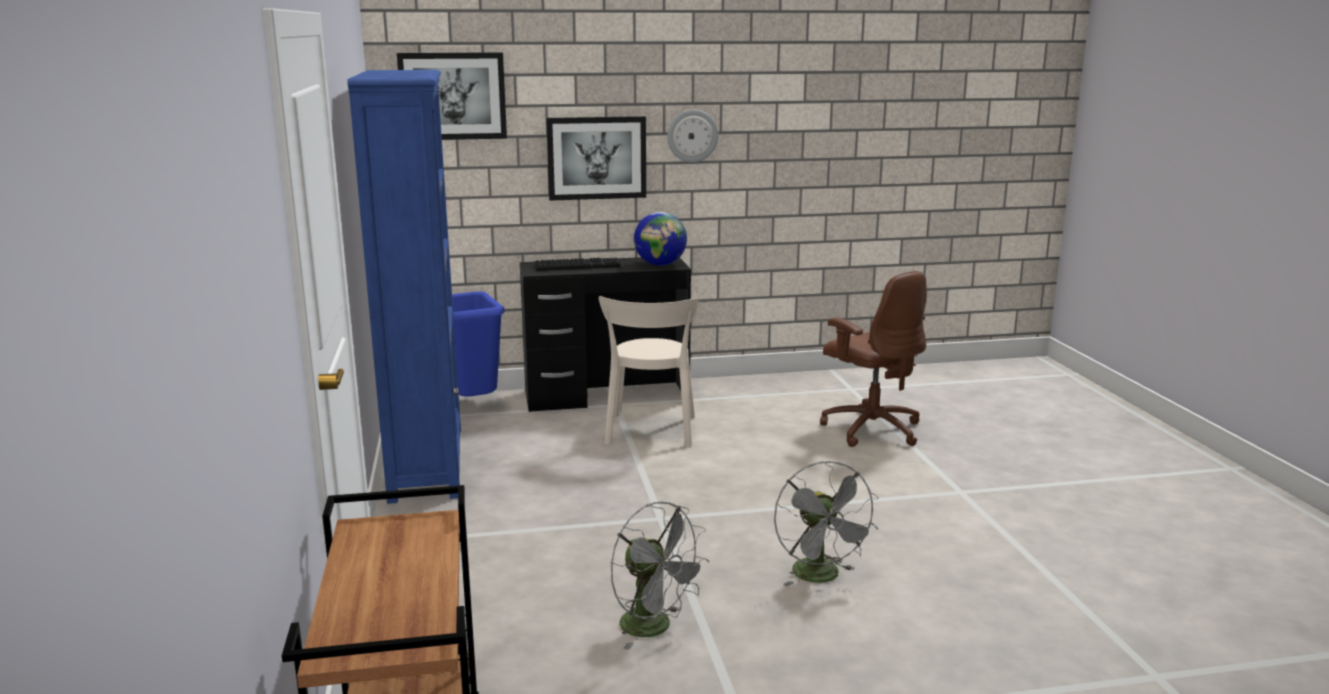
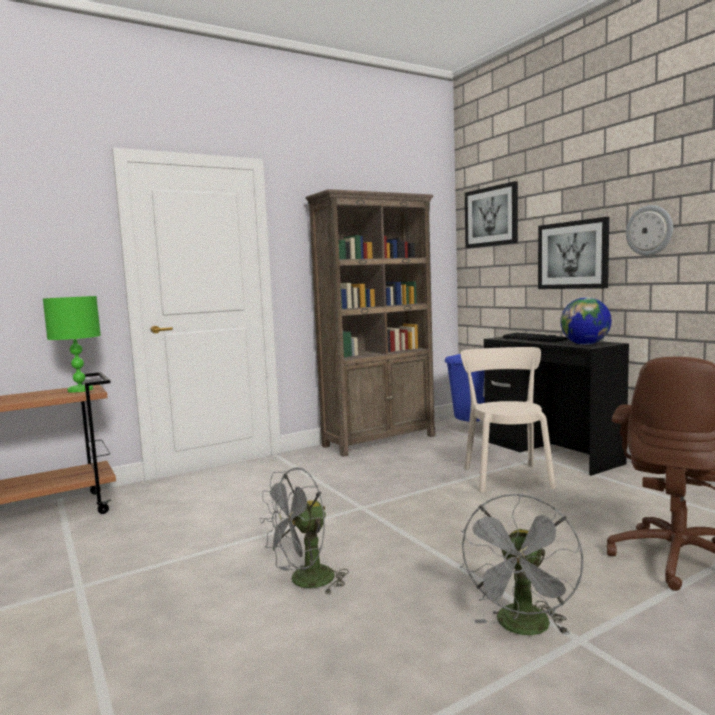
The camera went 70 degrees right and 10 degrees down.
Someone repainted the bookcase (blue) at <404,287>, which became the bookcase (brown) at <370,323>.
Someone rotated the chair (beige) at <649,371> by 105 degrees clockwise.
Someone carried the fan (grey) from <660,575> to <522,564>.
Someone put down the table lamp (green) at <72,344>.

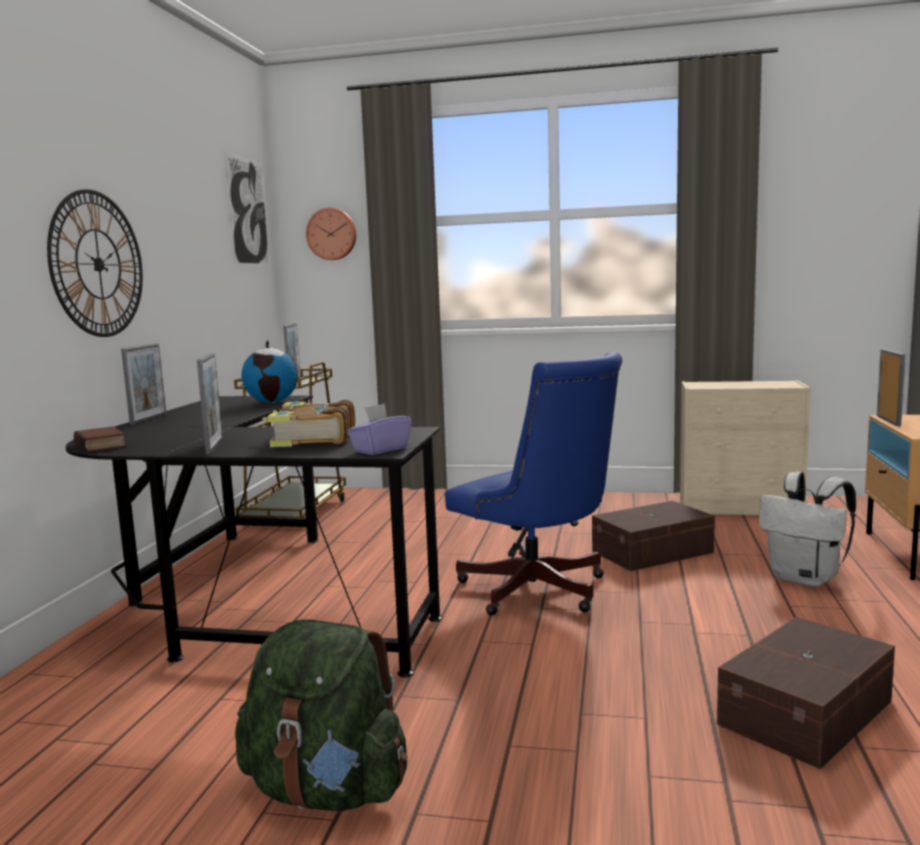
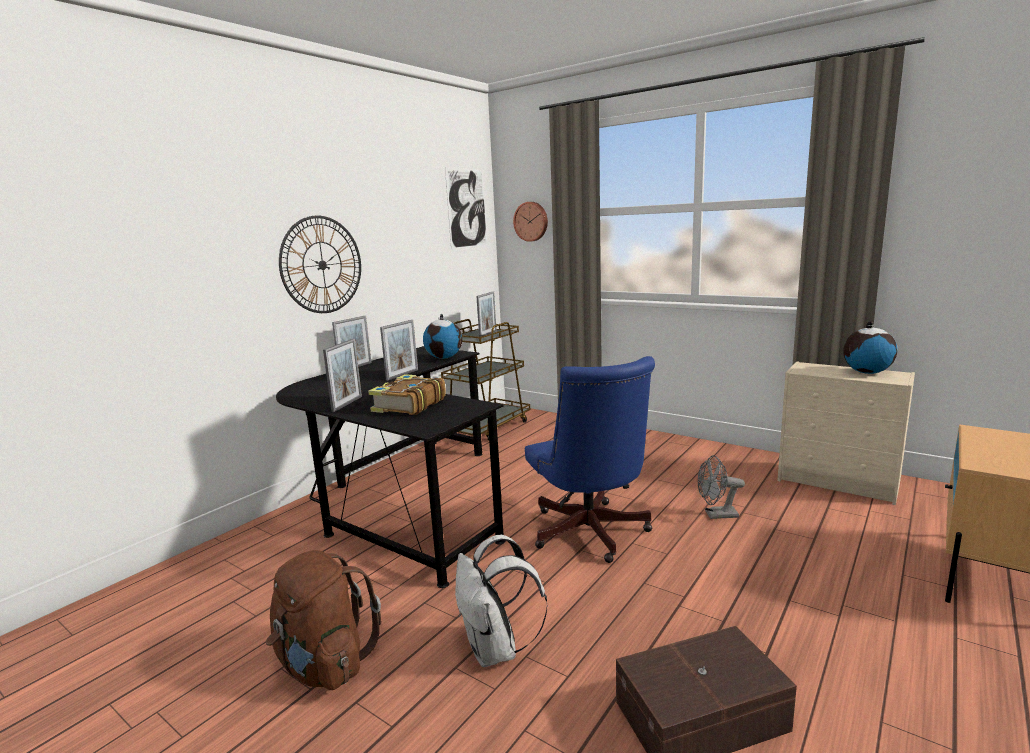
The camera went 25 degrees right and 5 degrees up.
Someone took away the book at <100,439>.
Someone repainted the backpack (green) at <321,715>, which became the backpack (brown) at <323,620>.
Someone took away the tissue box (purple) at <379,429>.
Someone swapped the storage box (brown) at <653,536> for the fan (grey) at <721,487>.
Someone carried the backpack (white) from <807,529> to <501,601>.
Someone carried the picture frame from <891,387> to <399,350>.
Someone put down the globe at <870,347>.

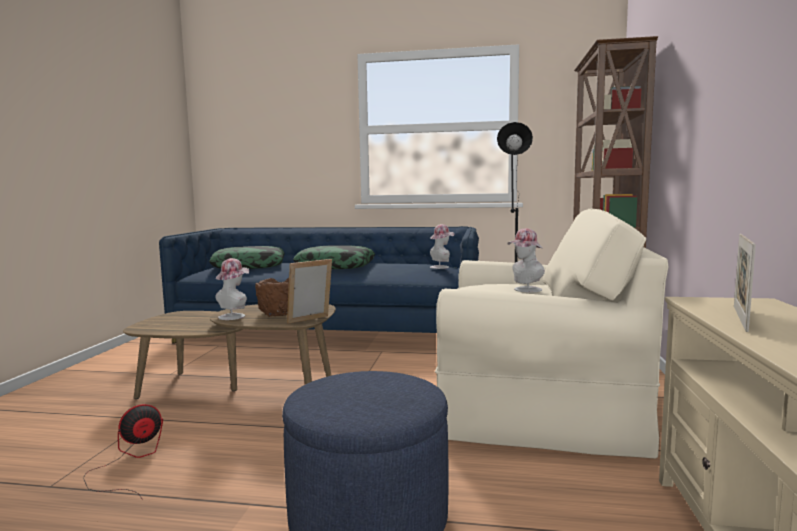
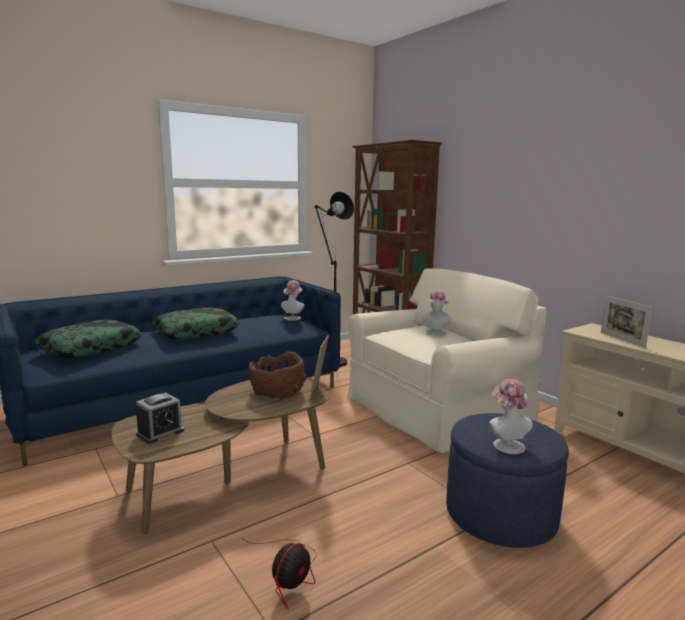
The camera went 45 degrees left and 5 degrees up.
Someone rotated the fan at <123,452> by 150 degrees counterclockwise.
Someone carried the hat from <232,289> to <511,416>.
Someone put down the alarm clock at <160,418>.

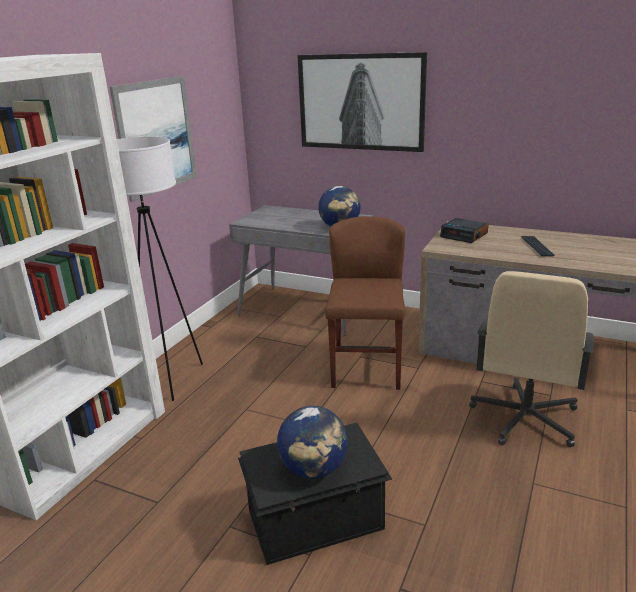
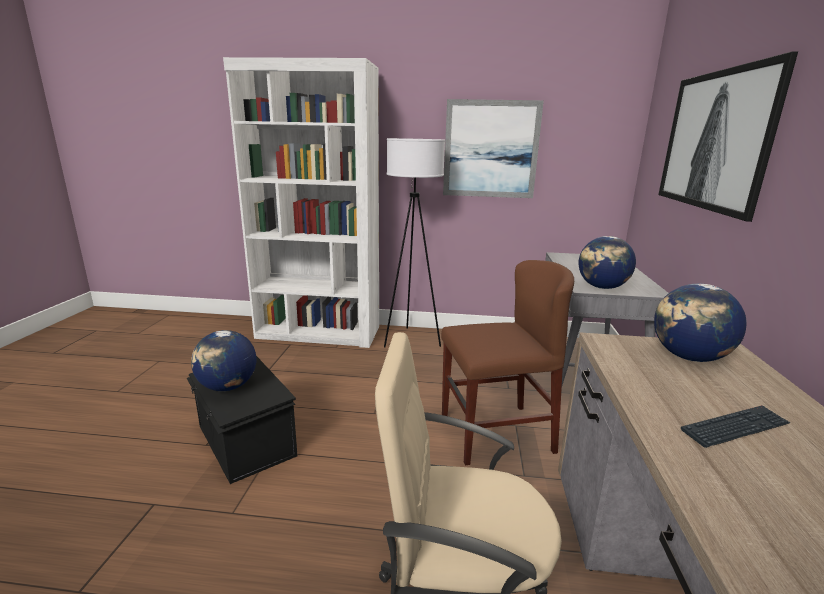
The camera went 70 degrees right and 5 degrees down.
Someone swapped the alarm clock at <464,230> for the globe at <700,323>.

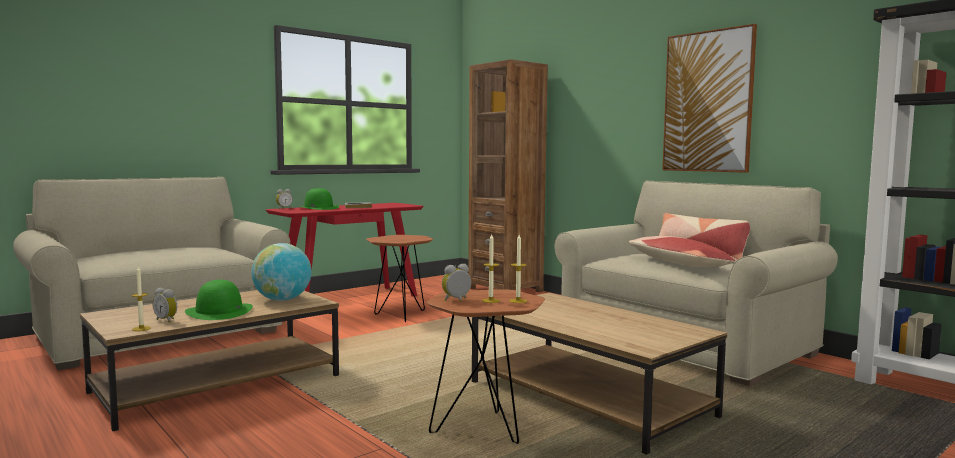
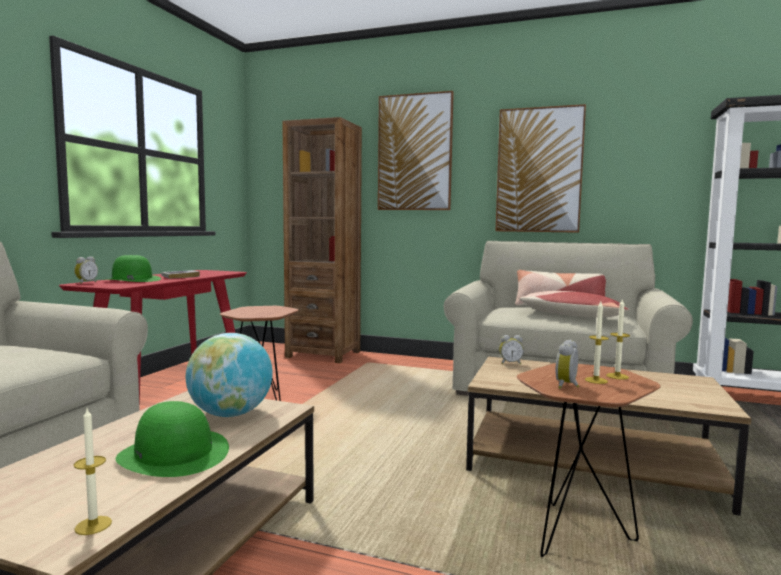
The camera went 30 degrees left and 0 degrees up.
Someone carried the alarm clock from <164,305> to <511,350>.
Someone put up the picture at <416,150>.

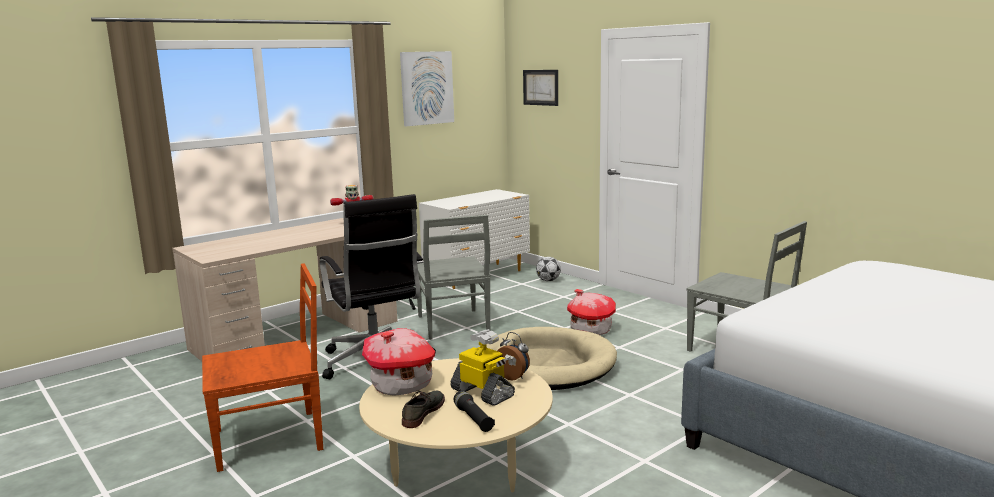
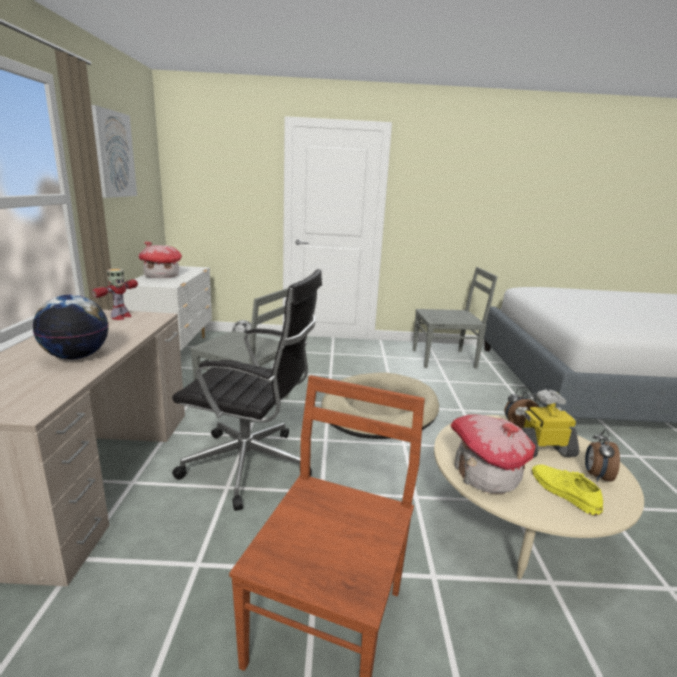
The camera went 50 degrees left and 5 degrees up.
Someone repainted the shoe (grey) at <423,409>, which became the shoe (yellow) at <567,490>.
Someone swapped the flashlight (black) at <474,411> for the alarm clock at <602,455>.
Someone took away the picture at <540,88>.
Someone carried the toy house from <591,312> to <160,259>.
Someone put down the globe at <71,327>.

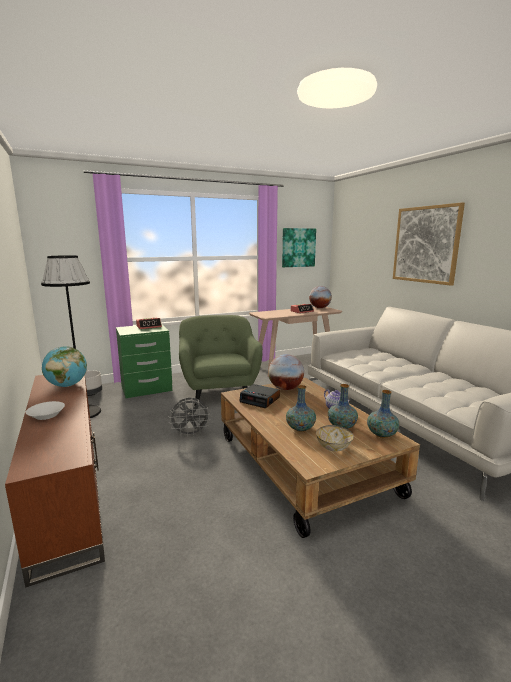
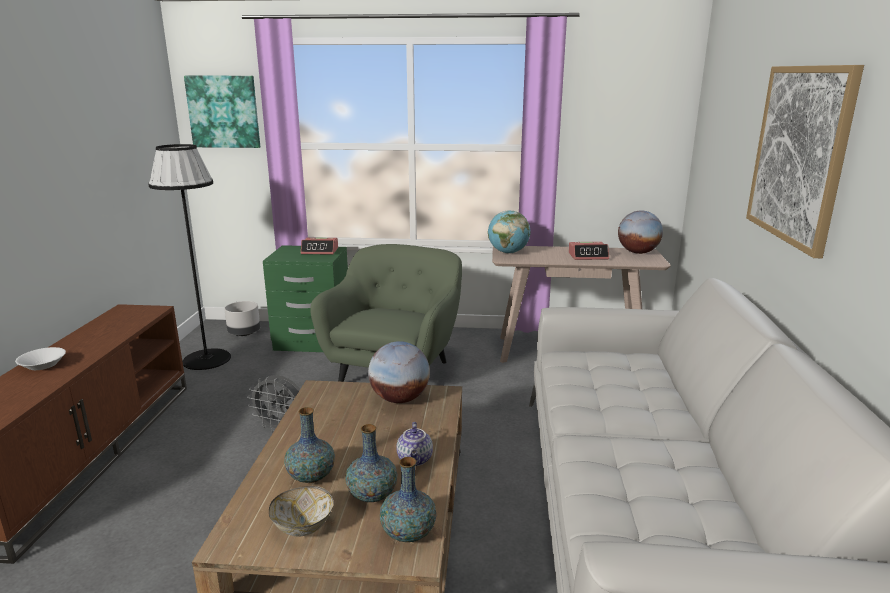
The camera went 30 degrees right and 5 degrees up.
Someone carried the globe from <64,366> to <509,232>.
Someone took away the alarm clock at <259,396>.
Someone carried the picture from <299,247> to <222,112>.

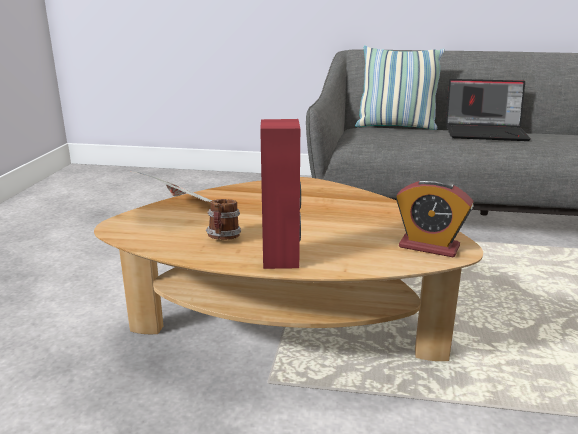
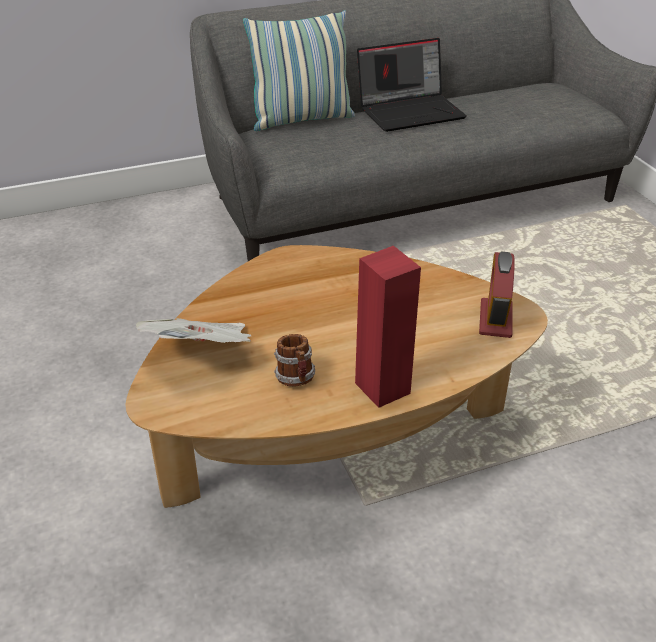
The camera went 30 degrees left and 15 degrees up.
Someone rotated the alarm clock at <435,217> by 105 degrees clockwise.

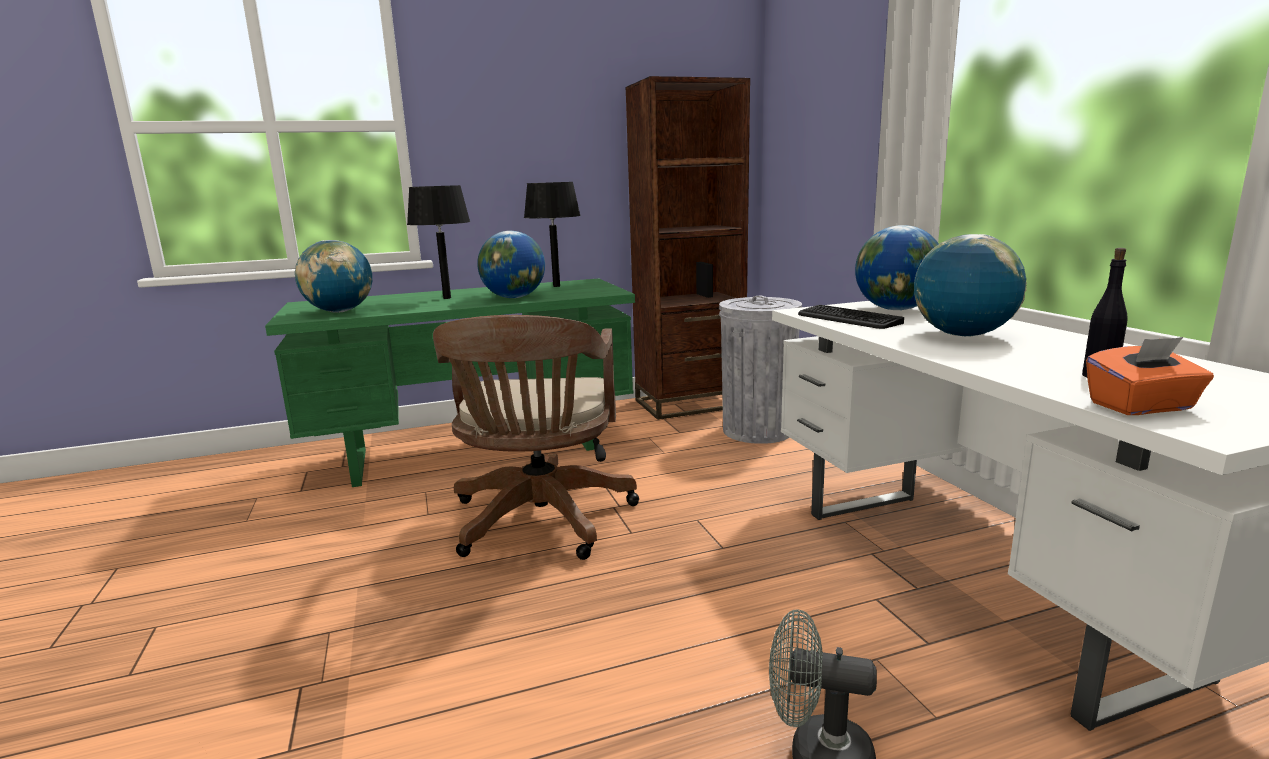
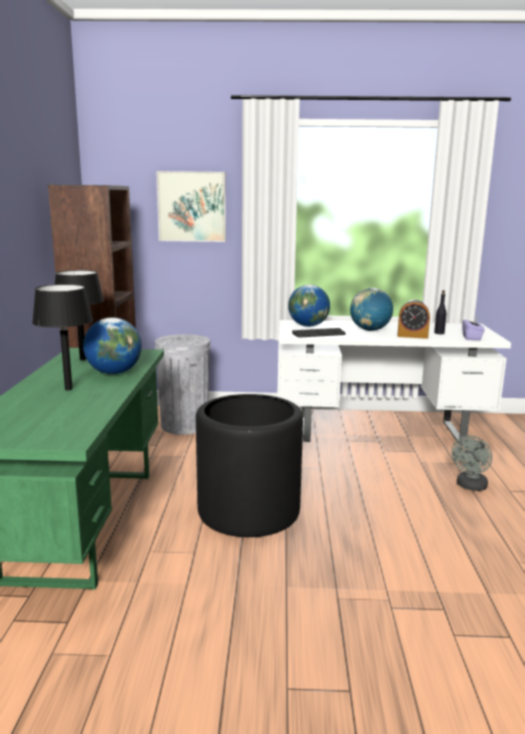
The camera went 70 degrees left and 0 degrees up.
Someone took away the globe at <333,276>.
Someone swapped the office chair (brown) at <536,437> for the planter (black) at <249,465>.
Someone repainted the tissue box (orange) at <1150,376>, which became the tissue box (purple) at <473,328>.
Someone put up the picture at <191,206>.
Someone put down the alarm clock at <414,319>.

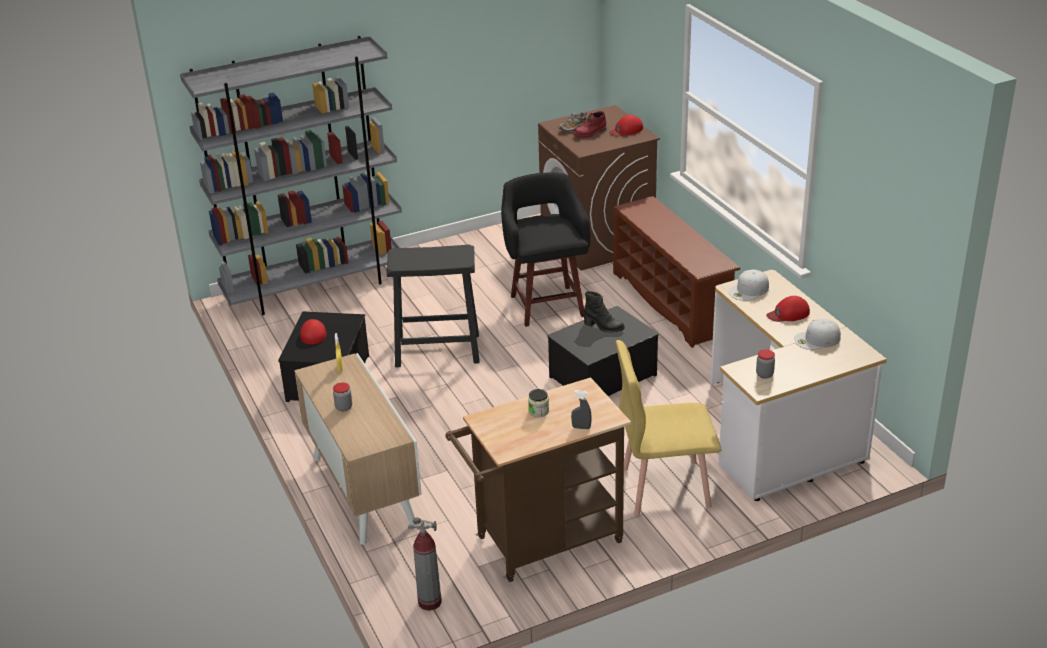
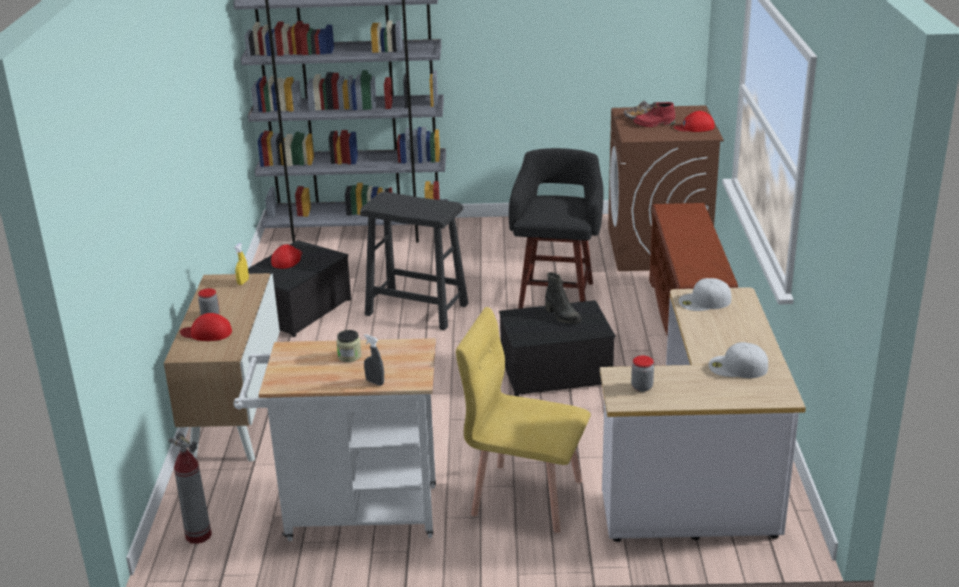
The camera went 25 degrees right and 5 degrees down.
Someone repainted the cart (brown) at <538,479>, which became the cart (white) at <335,439>.
Someone carried the cap (red) from <788,309> to <206,327>.

